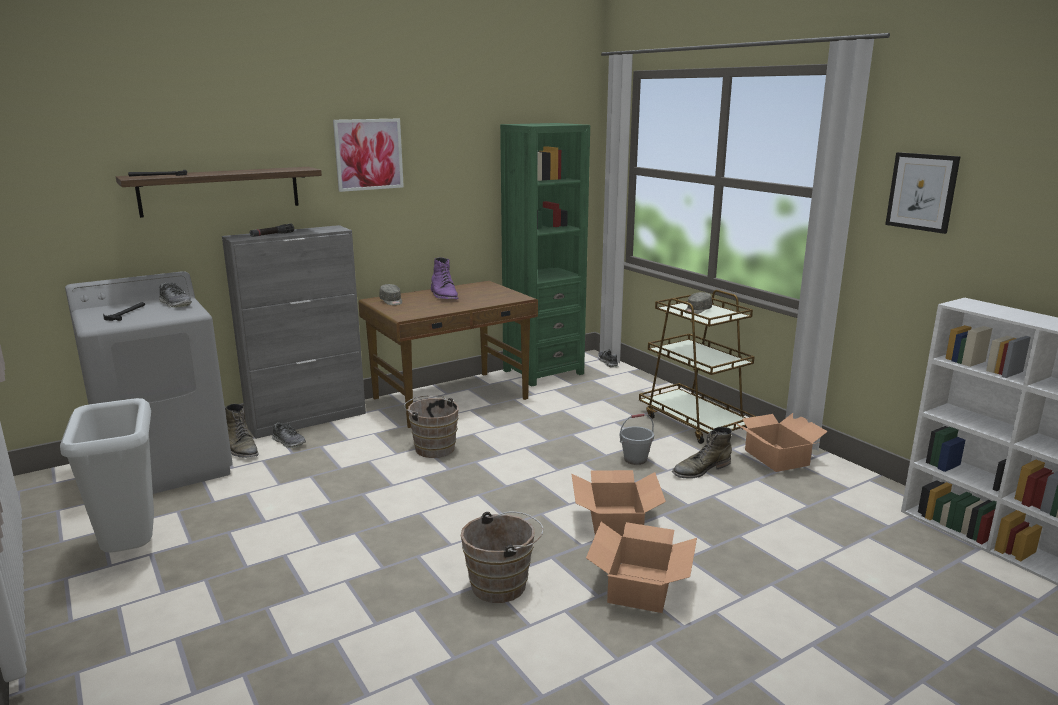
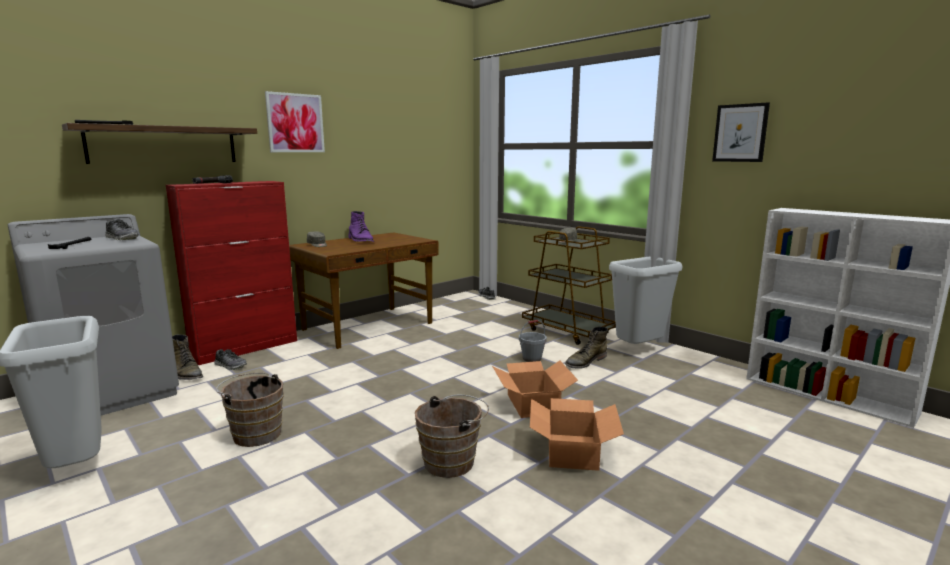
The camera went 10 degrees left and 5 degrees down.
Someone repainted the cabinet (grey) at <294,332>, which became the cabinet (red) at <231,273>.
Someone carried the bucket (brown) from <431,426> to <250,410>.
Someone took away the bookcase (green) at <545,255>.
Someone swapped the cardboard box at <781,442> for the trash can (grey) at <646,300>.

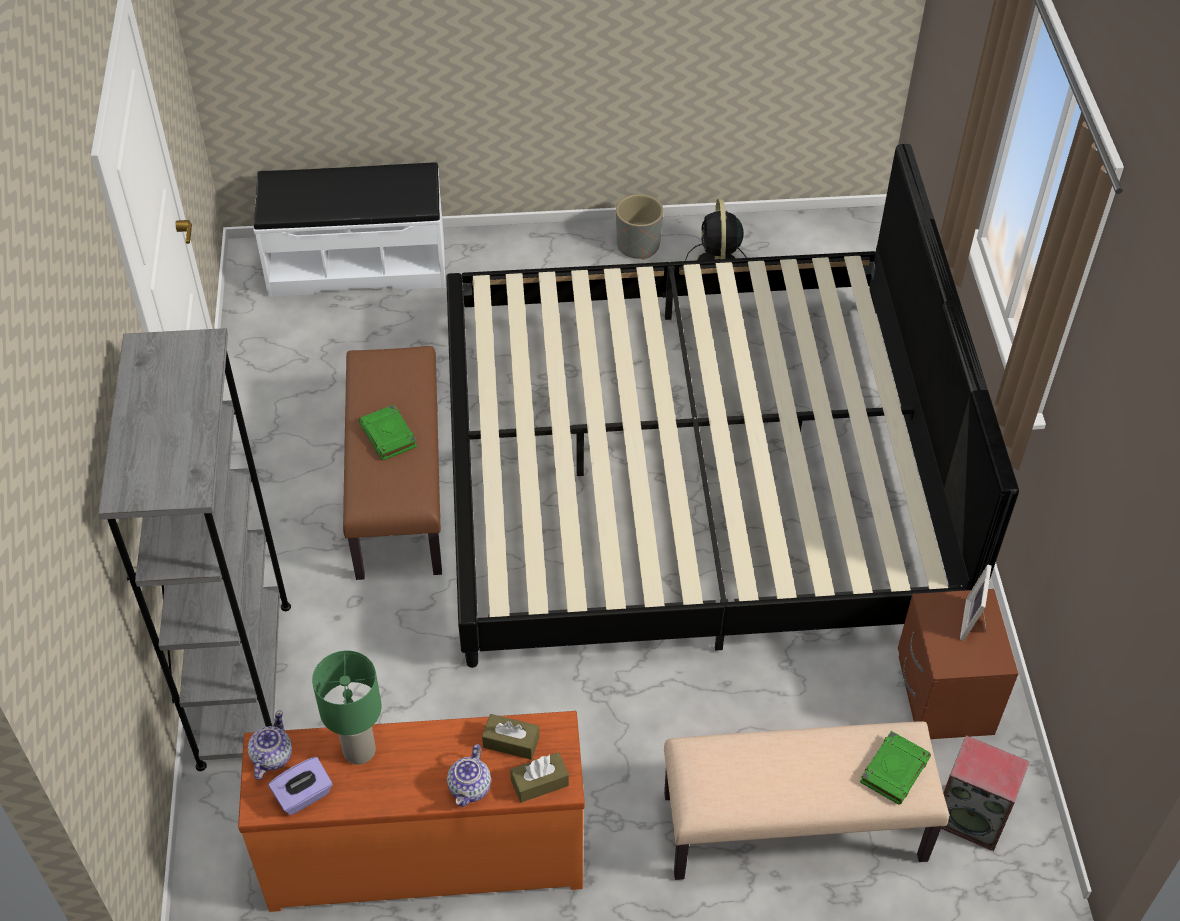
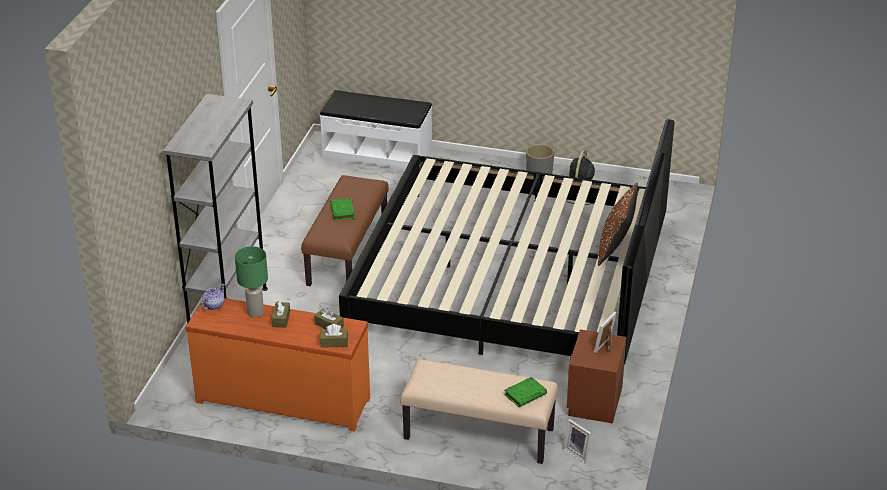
The camera went 20 degrees right and 15 degrees down.
Someone took away the tissue box (purple) at <301,786>.
Someone took away the teapot at <469,775>.
Someone swapped the speaker at <985,793> for the picture frame at <577,441>.
Someone put down the tissue box (brown) at <281,314>.
Someone put down the pillow (brown) at <618,224>.

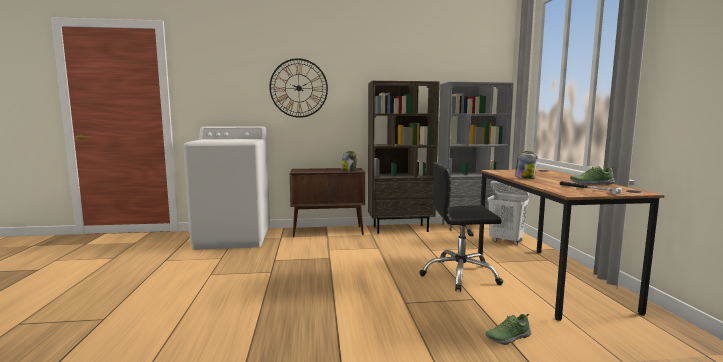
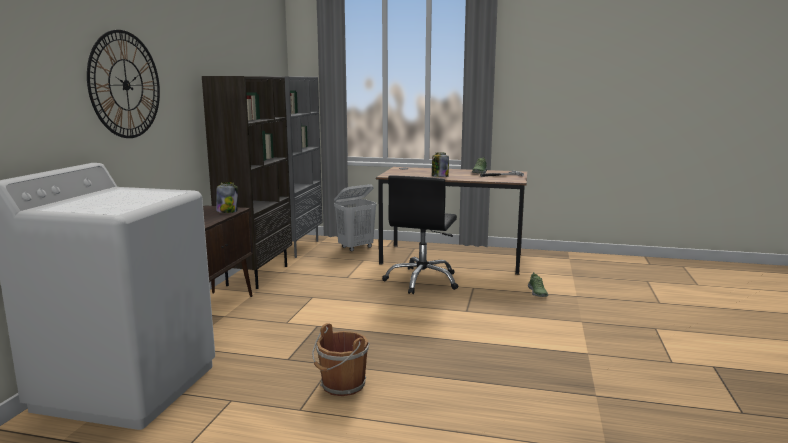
The camera went 70 degrees left and 5 degrees up.
Someone put down the bucket (brown) at <341,359>.

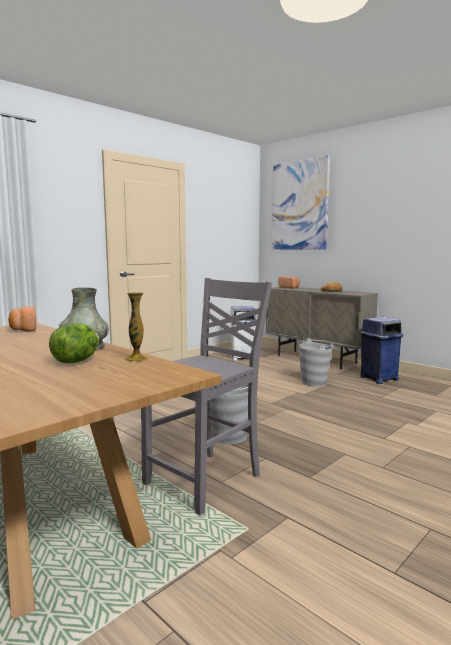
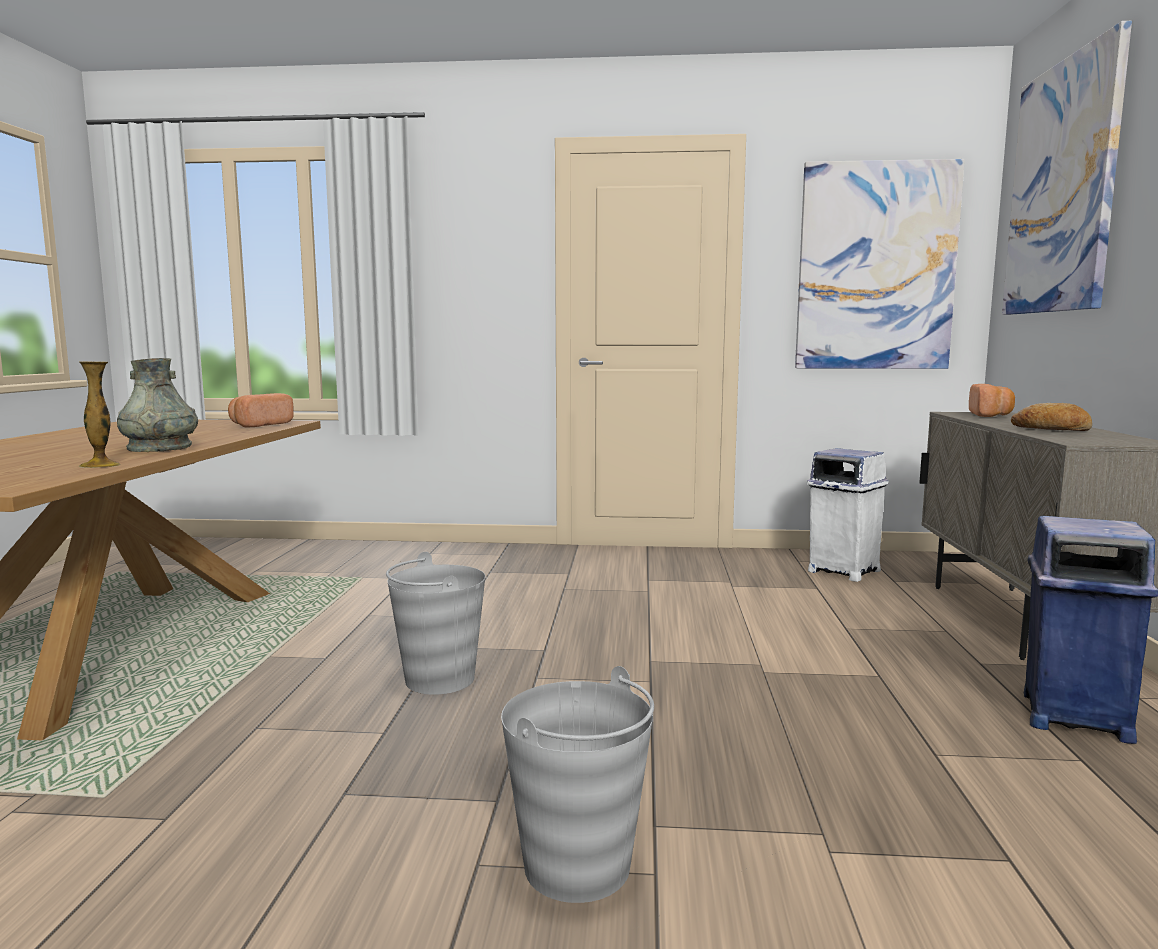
The camera went 50 degrees right and 0 degrees up.
Someone took away the lettuce at <74,343>.
Someone took away the chair (grey) at <206,396>.
Someone carried the bucket (grey) from <315,362> to <577,784>.
Someone put up the picture at <880,264>.

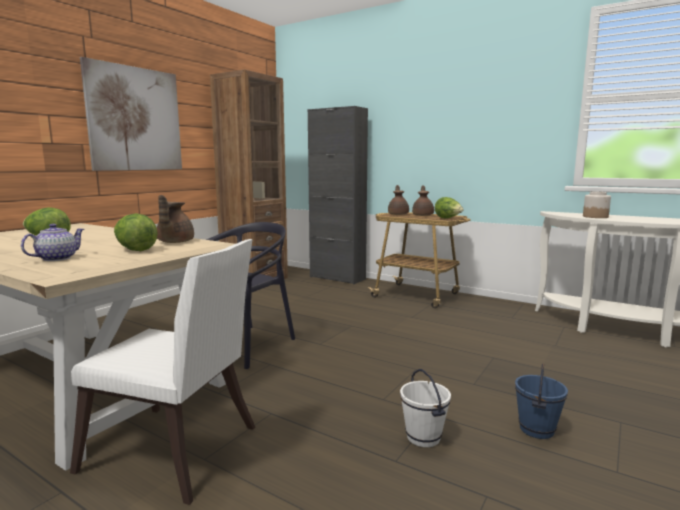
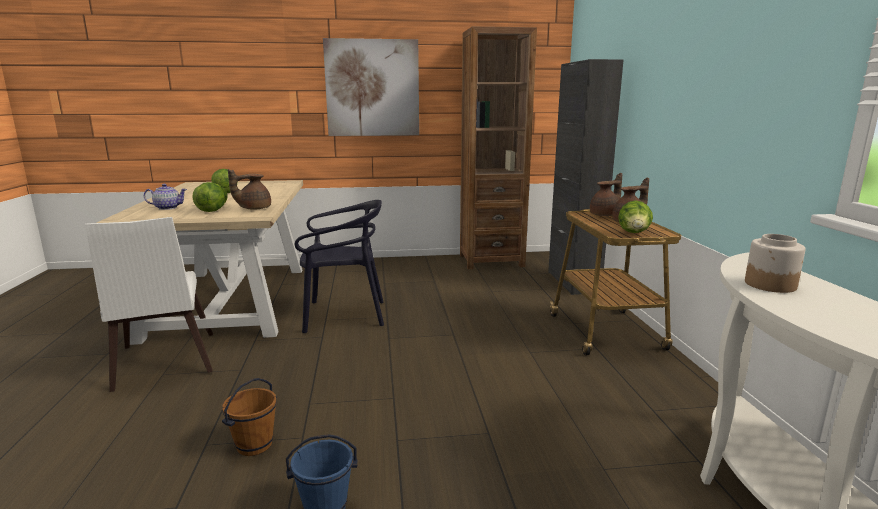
The camera went 50 degrees right and 5 degrees up.
Someone repainted the bucket (white) at <425,408>, which became the bucket (brown) at <249,417>.

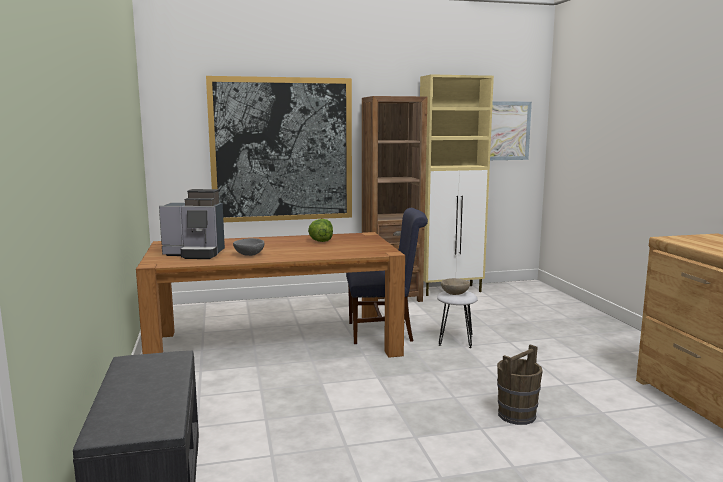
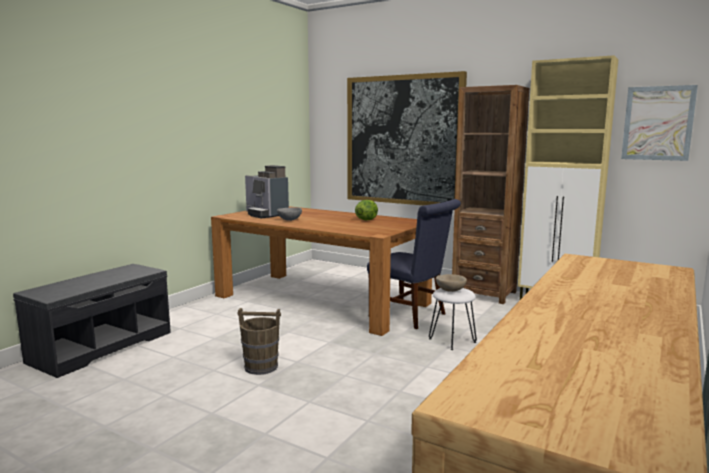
The camera went 45 degrees right and 0 degrees up.
Someone carried the bucket (brown) from <520,384> to <259,341>.

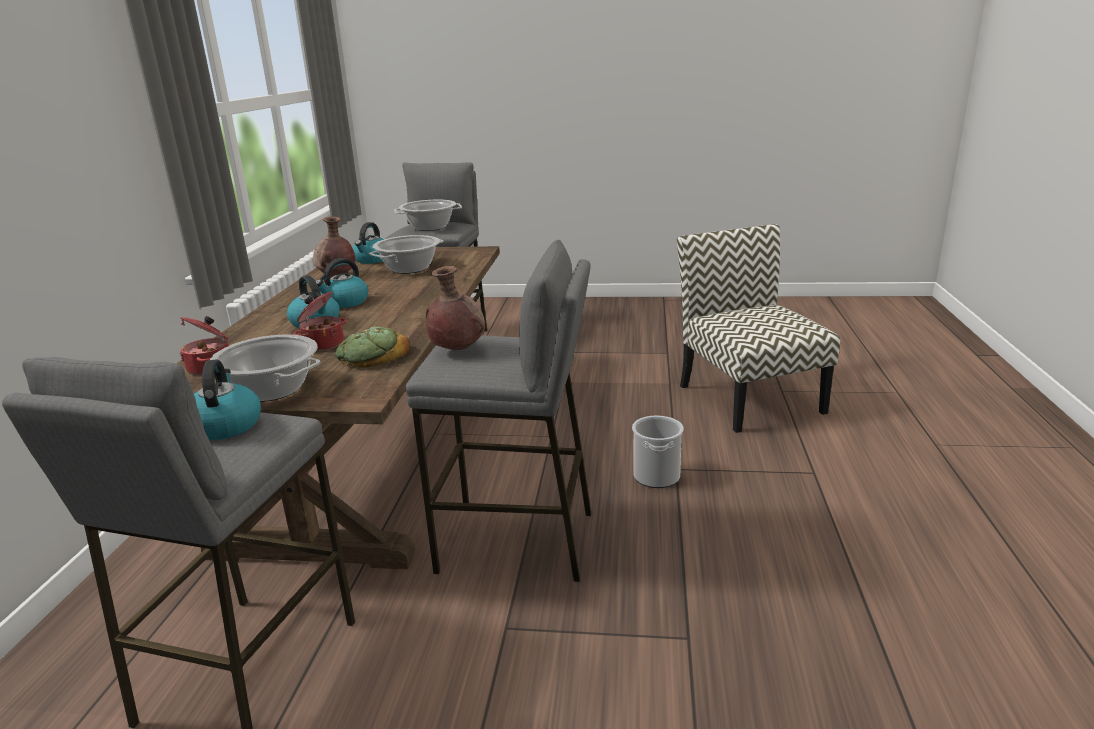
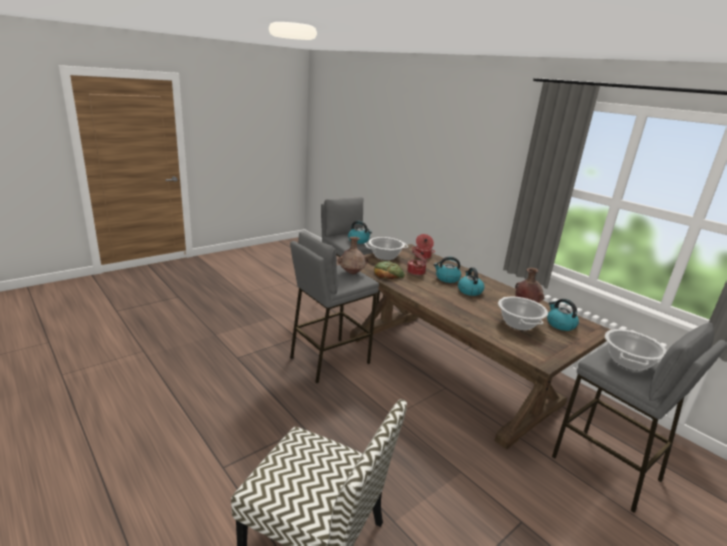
The camera went 130 degrees right and 0 degrees up.
Someone took away the bucket at <658,452>.

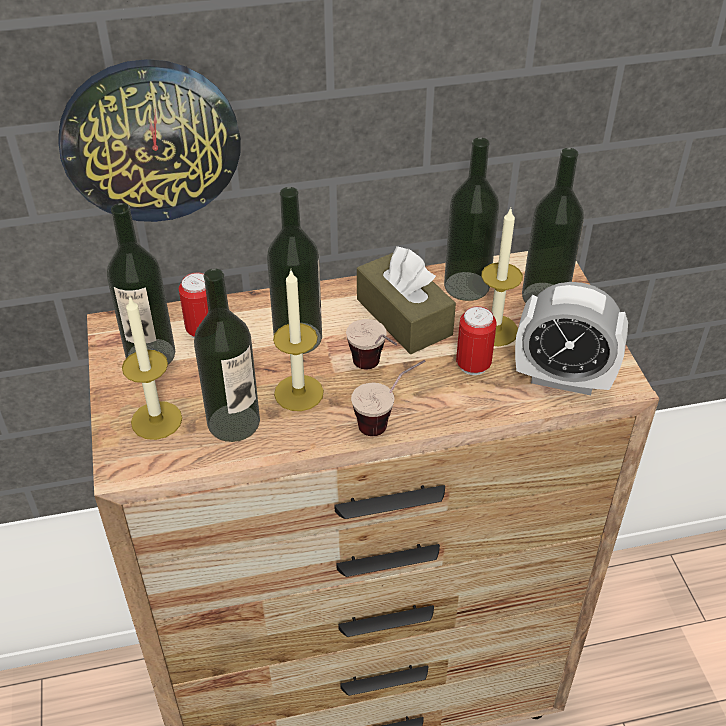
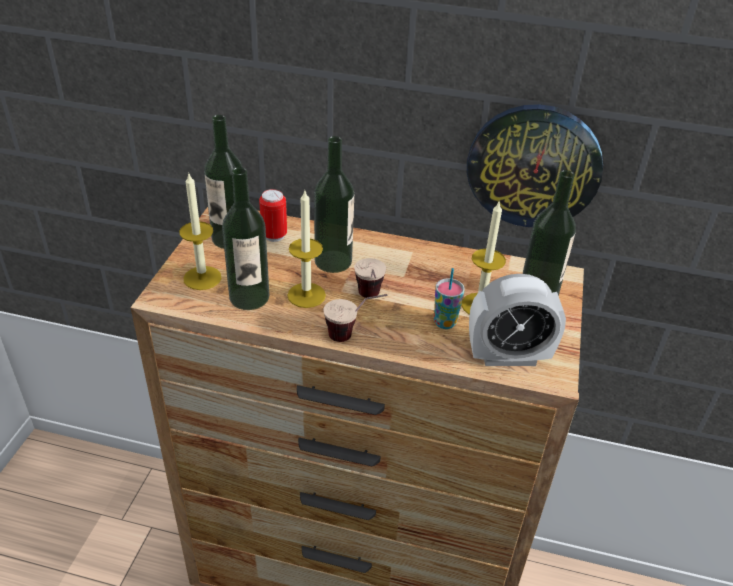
The camera went 25 degrees right and 5 degrees down.
Someone carried the wall clock from <149,140> to <535,165>.
Someone took away the tissue box (brown) at <406,300>.
Someone took away the bottle at <471,219>.
Someone swapped the can at <476,340> for the cup at <449,298>.
Someone rotated the alarm clock at <571,338> by 45 degrees counterclockwise.

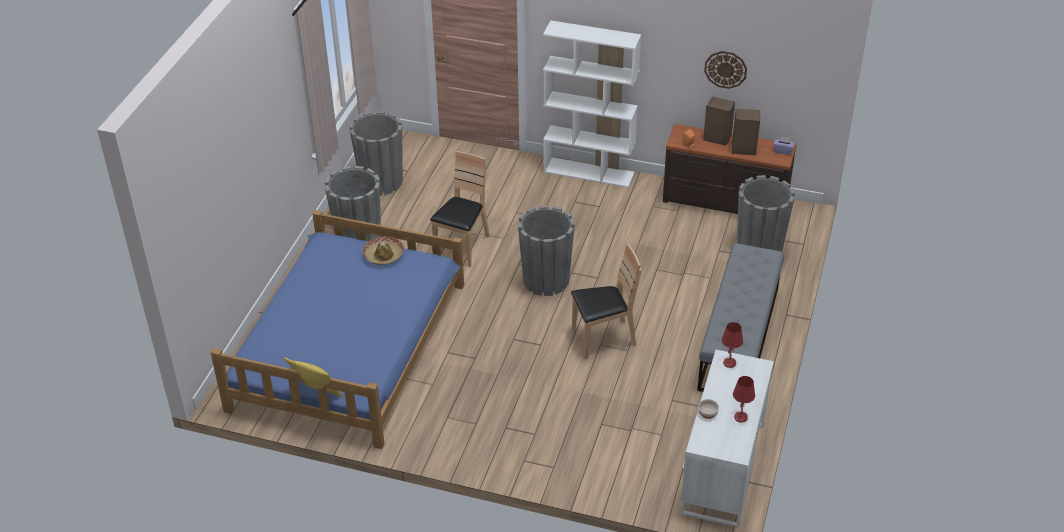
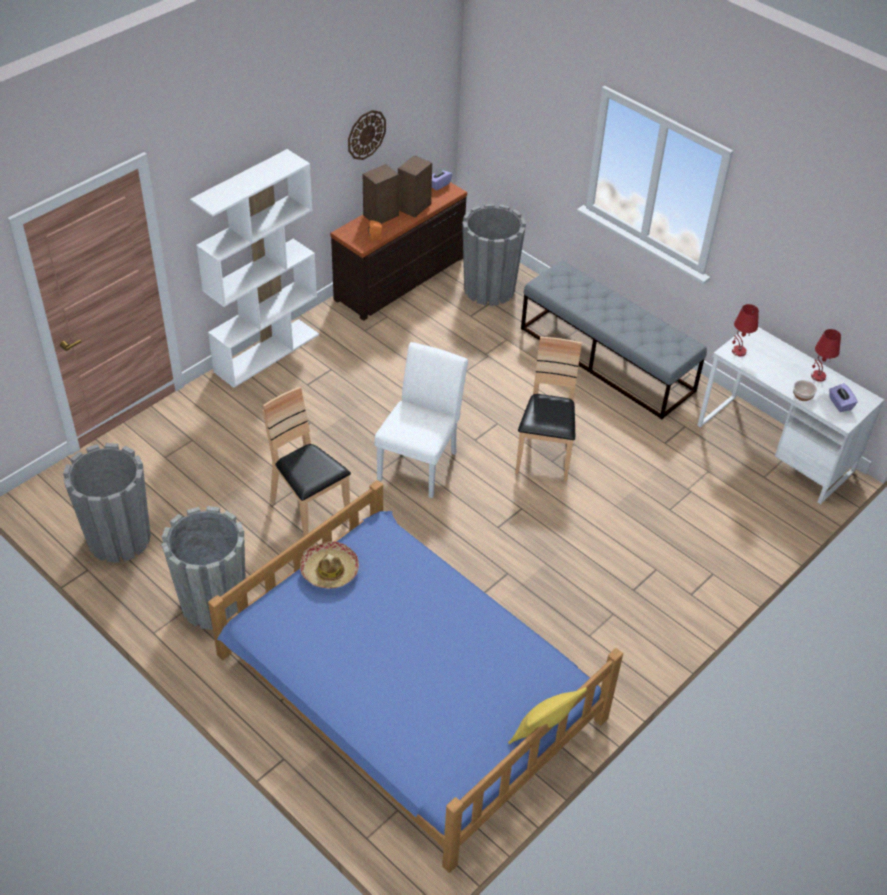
The camera went 65 degrees left and 5 degrees up.
Someone swapped the planter (grey) at <546,250> for the chair (white) at <421,420>.
Someone put down the tissue box (purple) at <843,397>.

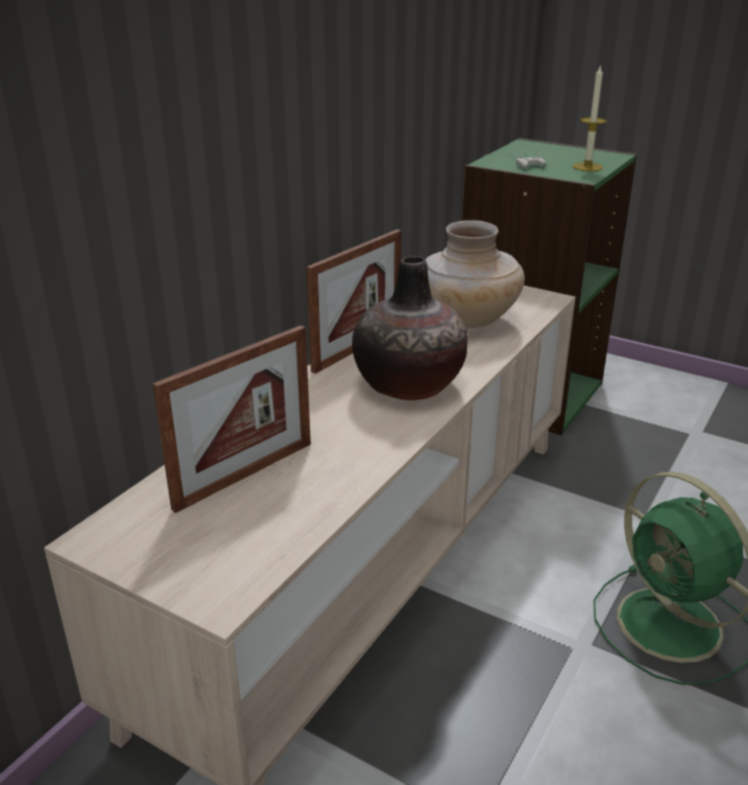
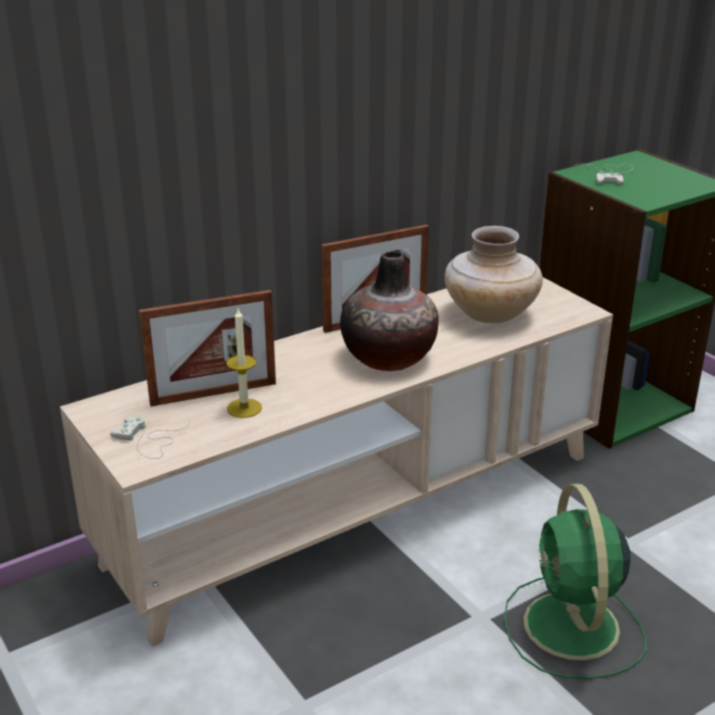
The camera went 25 degrees right and 0 degrees up.
Someone carried the candle from <590,117> to <244,363>.
Someone put down the game controller (white) at <150,438>.

